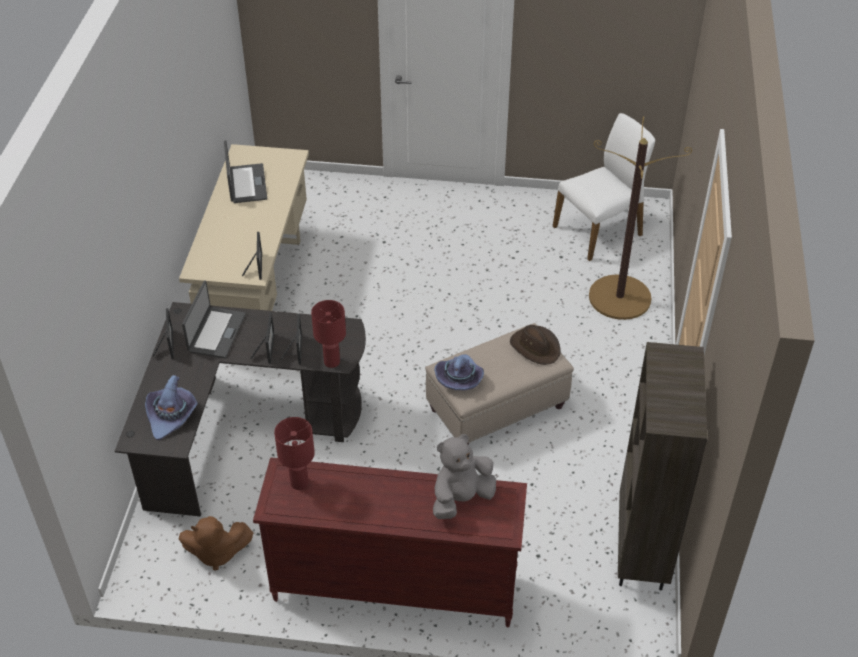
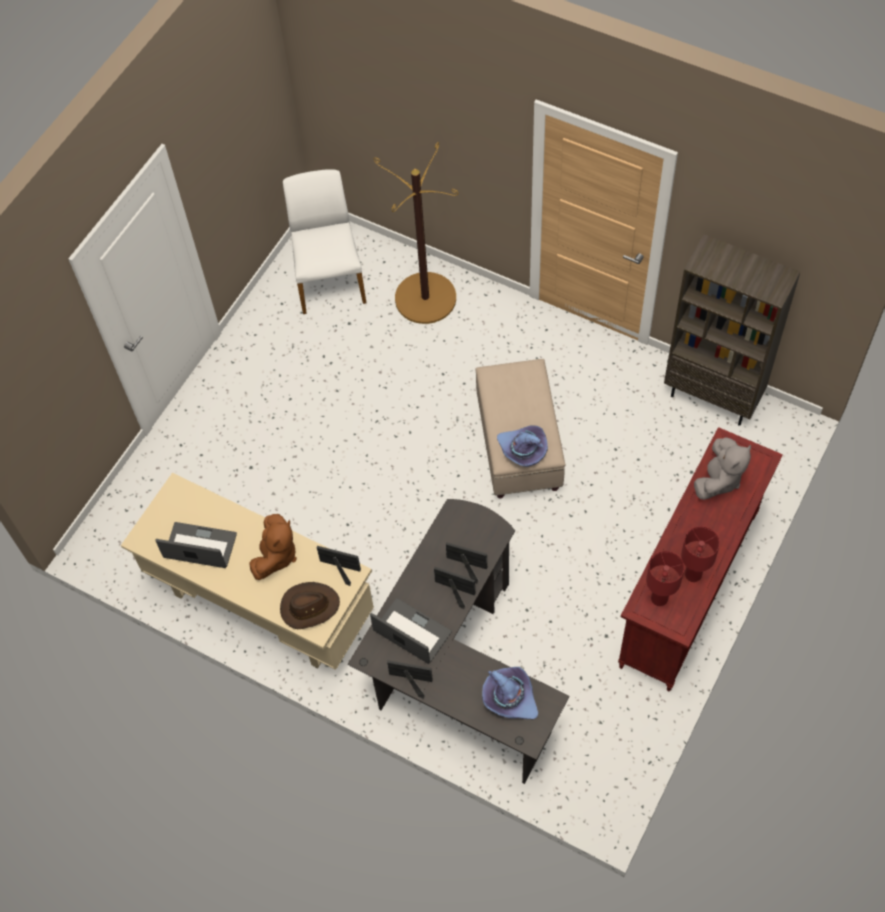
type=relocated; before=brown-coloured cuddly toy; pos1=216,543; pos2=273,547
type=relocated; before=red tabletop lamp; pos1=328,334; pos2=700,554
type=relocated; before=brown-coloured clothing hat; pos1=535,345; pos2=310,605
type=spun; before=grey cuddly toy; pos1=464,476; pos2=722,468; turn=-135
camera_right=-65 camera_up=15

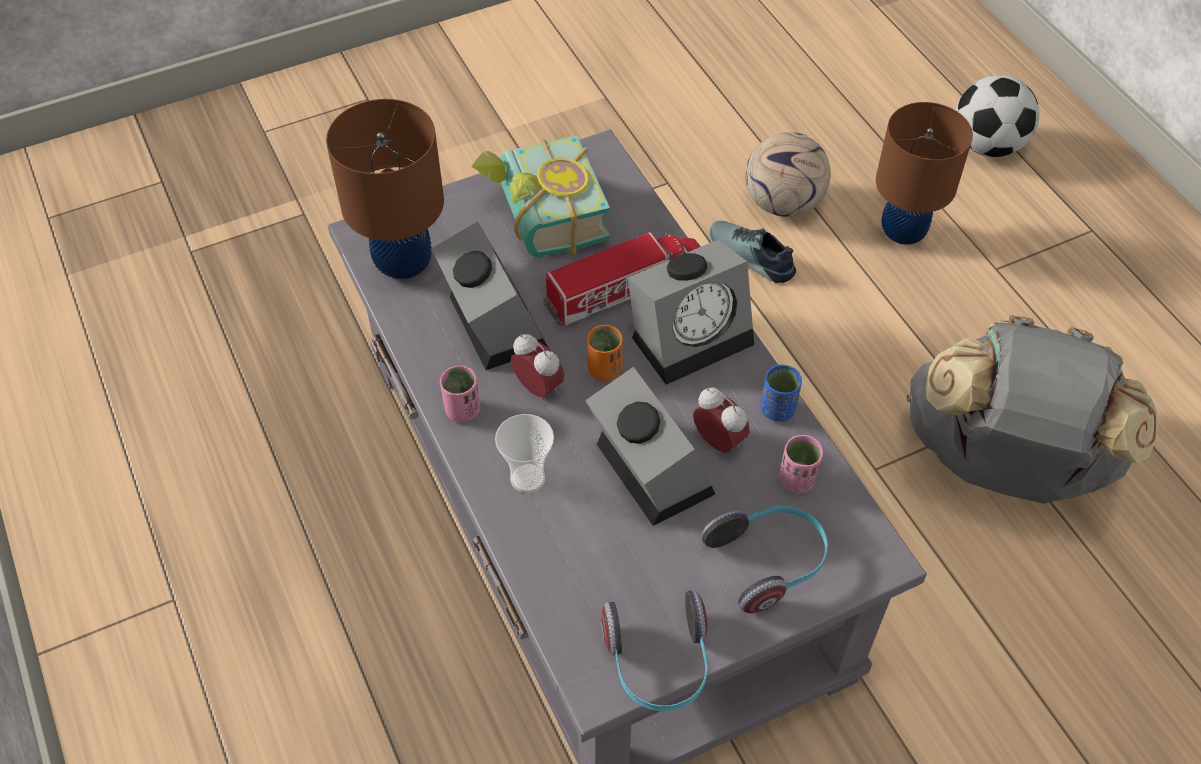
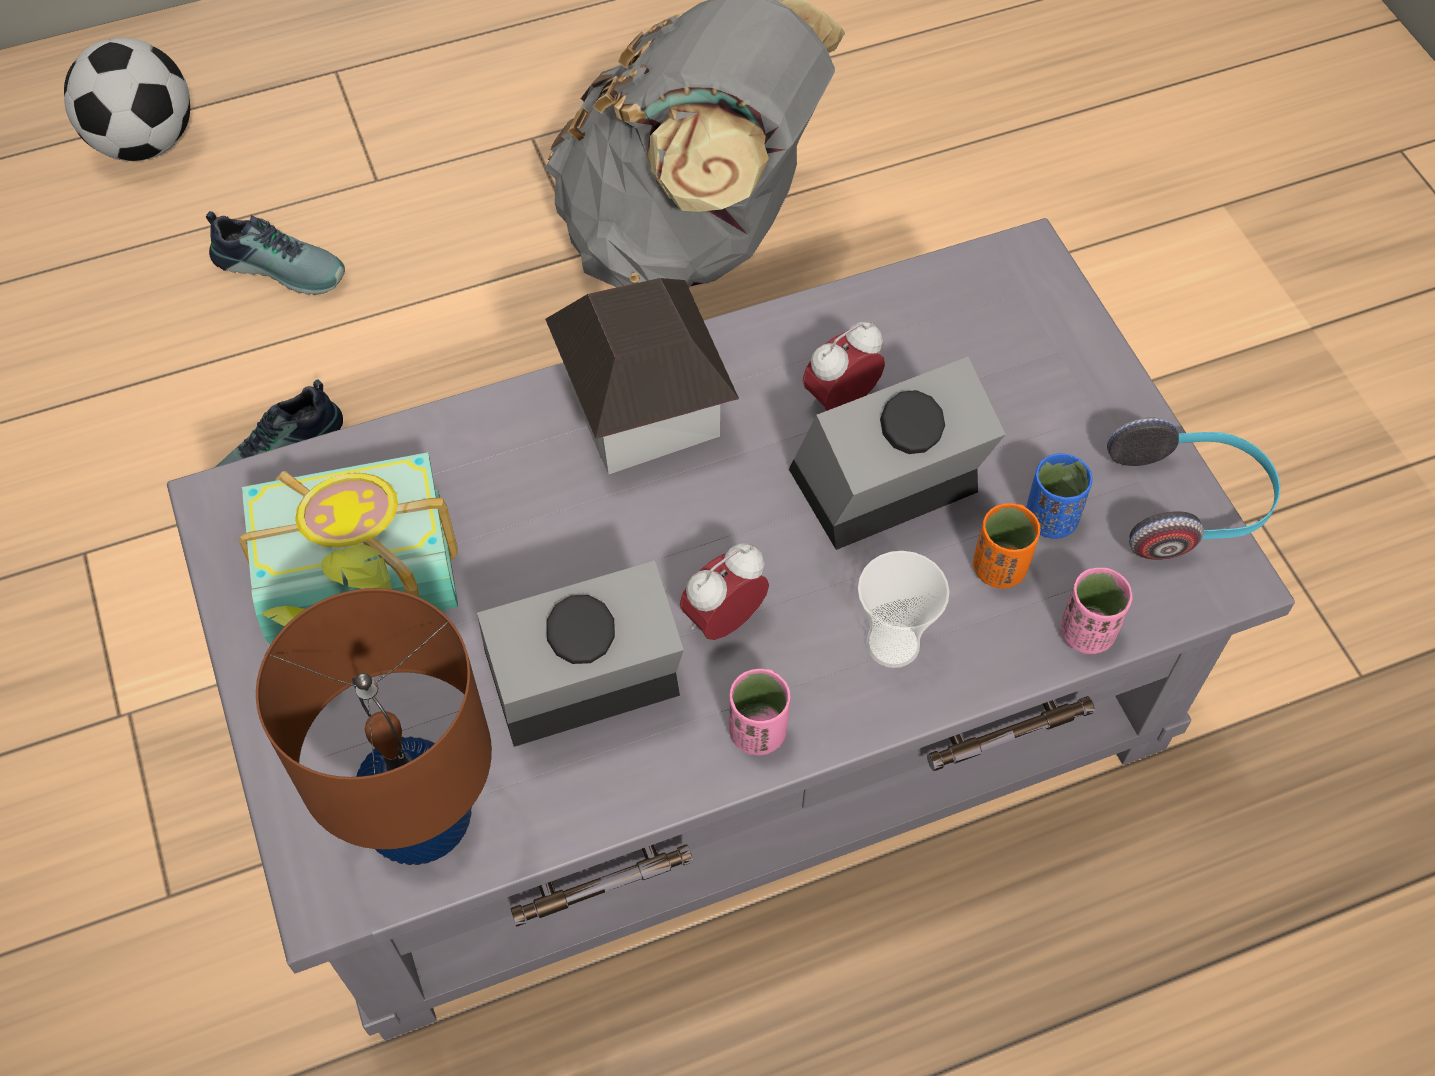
type=missing; before=model truck; pos1=622,278
type=missing; before=pair of headphones; pos1=764,559
type=missing; before=ball for football; pos1=788,174
type=relocated; before=orange small cup; pos1=605,353; pos2=1007,545
type=relocated; before=bluish small cup; pos1=781,393; pos2=1059,496
type=relocated; before=pink-coloured small cup; pos1=801,464; pos2=1096,611
type=exchanged; before=bedside clock; after=miniature house; pos1=690,312; pos2=642,376
type=exchanged; before=brown-coloured tabletop lamp; after=item of footwear; pos1=924,173; pos2=275,253
camera_right=-85 camera_up=5

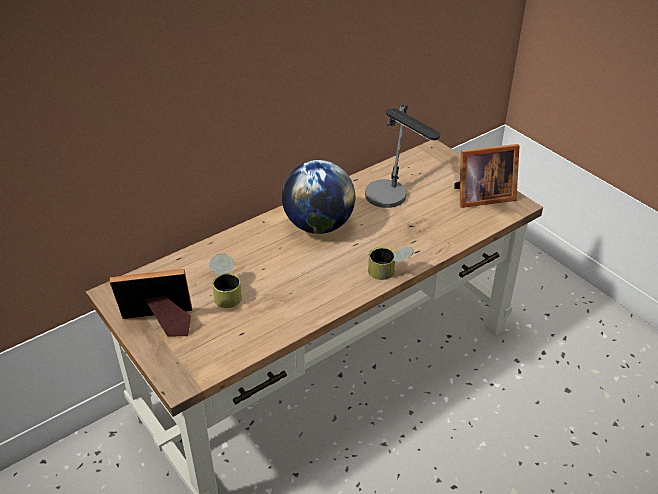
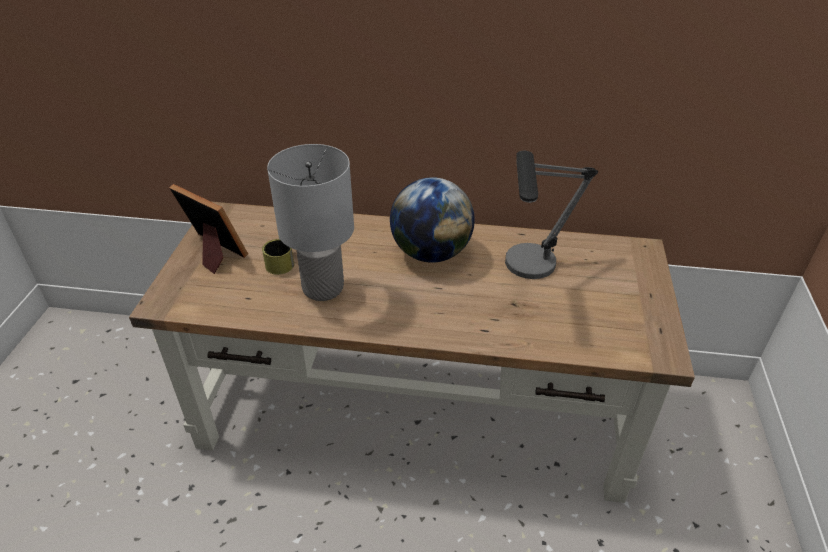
type=missing; before=metal can; pos1=391,263
type=missing; before=photo frame; pos1=487,176
type=appeared; after=grey tabletop lamp; pos2=310,222
camera_right=45 camera_up=0

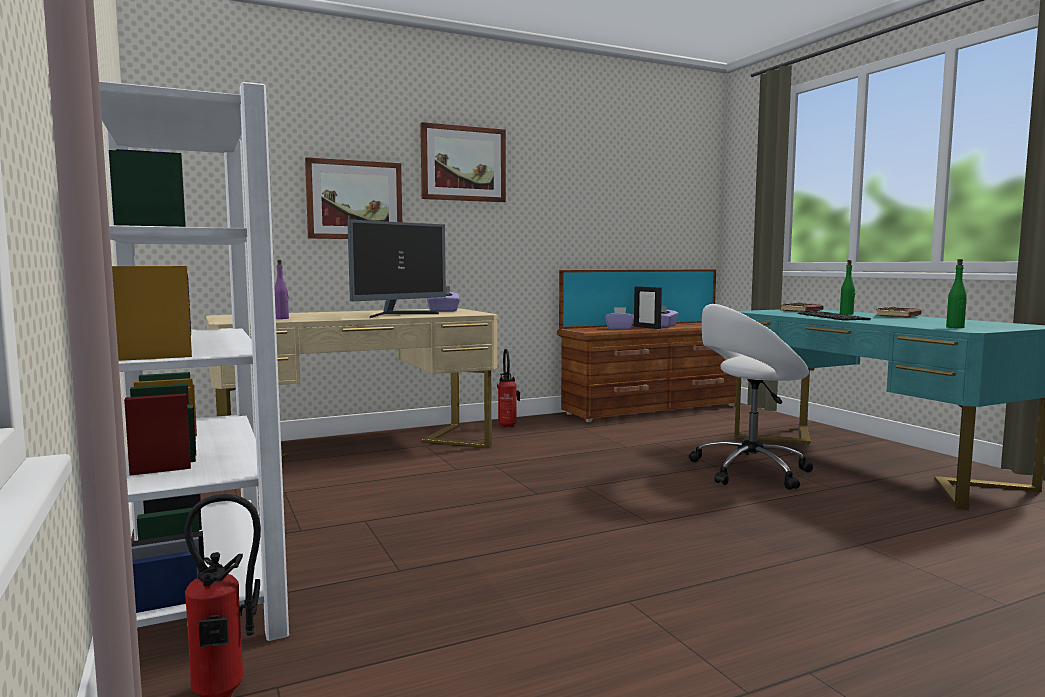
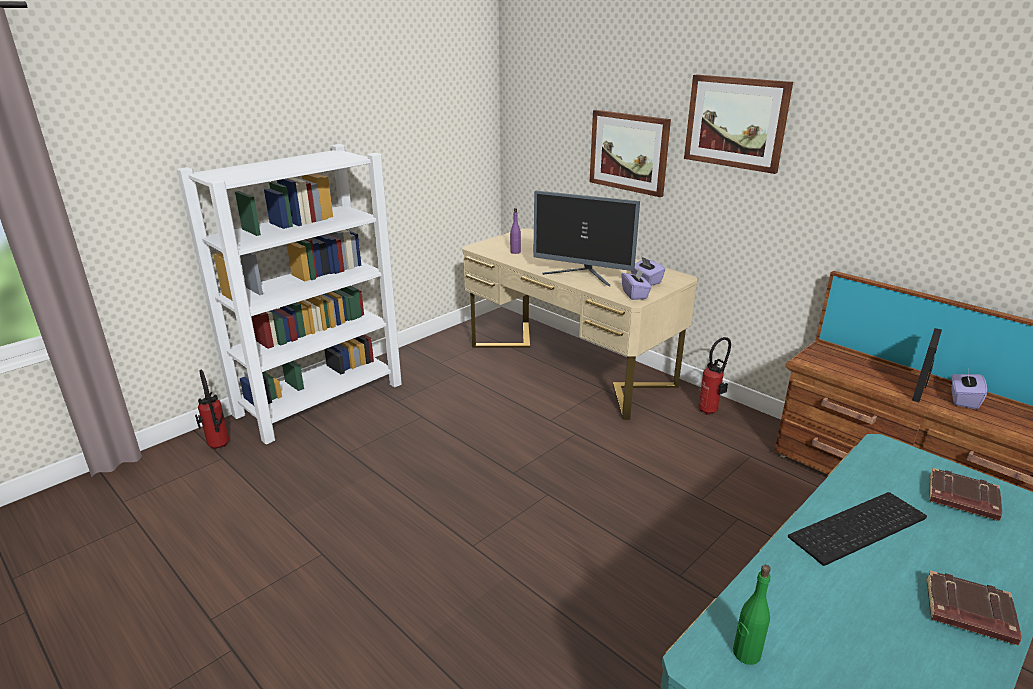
type=missing; before=white office chair; pos1=751,397
type=missing; before=green bottle; pos1=847,287
type=relocated; before=purplish tissue holder; pos1=619,318; pos2=636,284
camera_right=70 camera_up=20

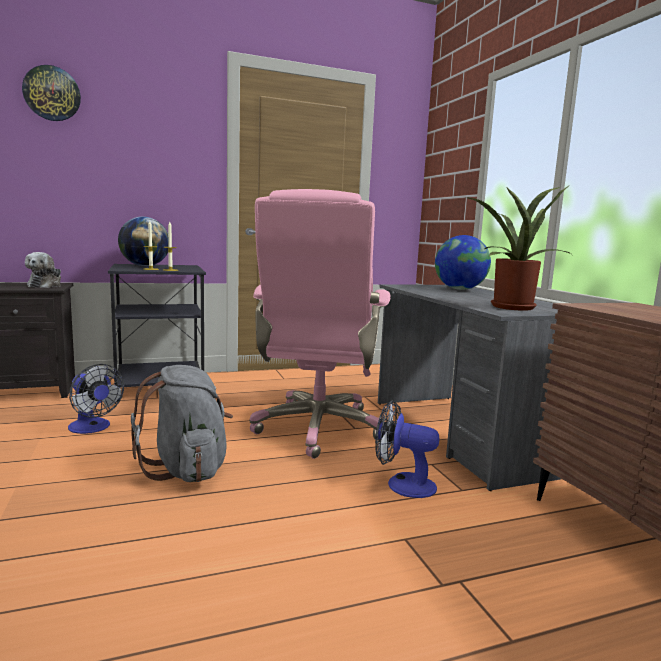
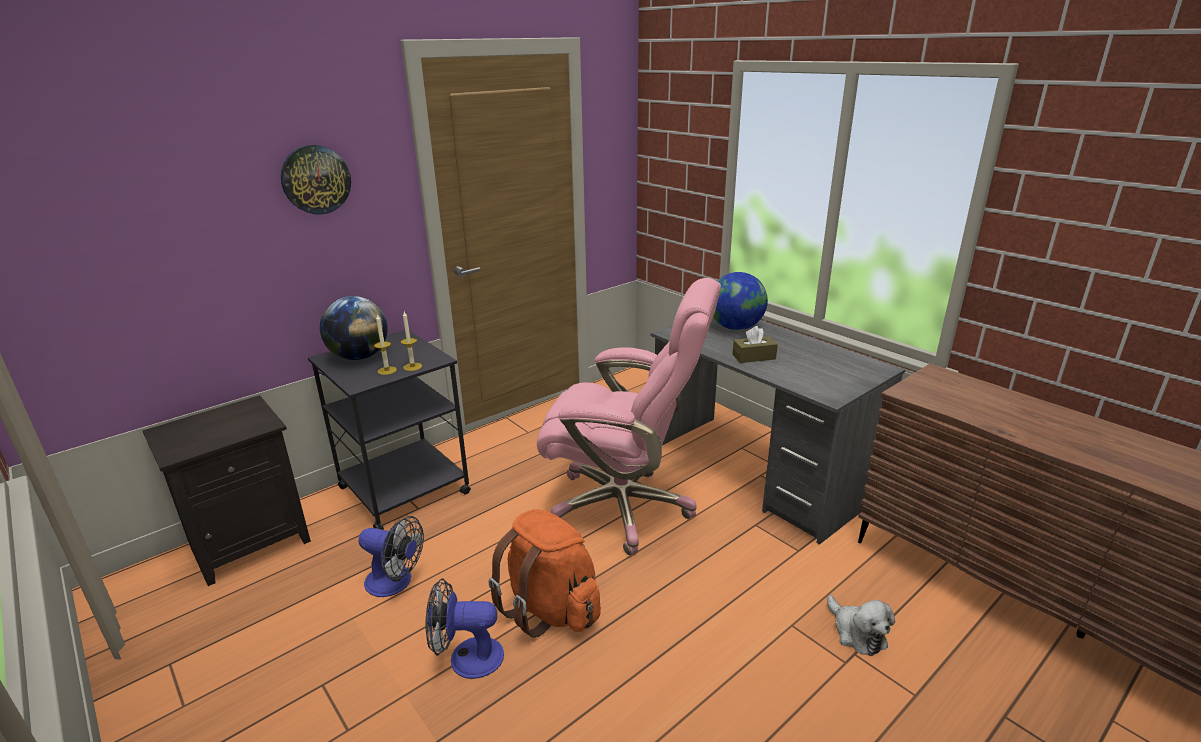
type=missing; before=houseplant; pos1=518,248
type=appeared; after=brown-coloured tissue holder; pos2=755,344
type=relocated; before=wall clock; pos1=51,93; pos2=316,180
type=relocated; before=cuddly toy; pos1=43,270; pos2=861,625
type=relocated; before=cooling fan; pos1=407,449; pos2=464,628
type=colour; before=grey rucksack; after=orange rucksack; pos1=182,423; pos2=544,573
type=spun; before=pink-coloured office chair; pos1=320,324; pos2=629,417; turn=-60
camera_right=-20 camera_up=15

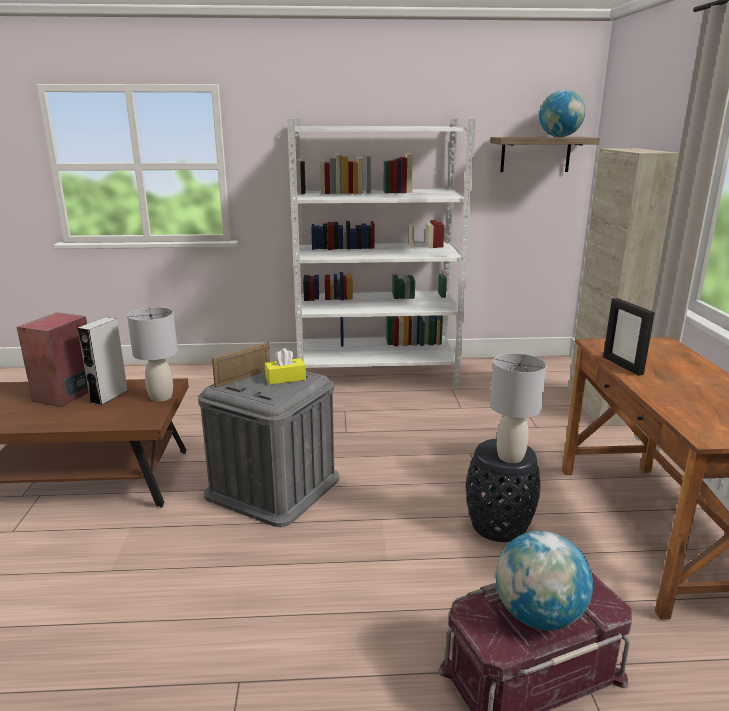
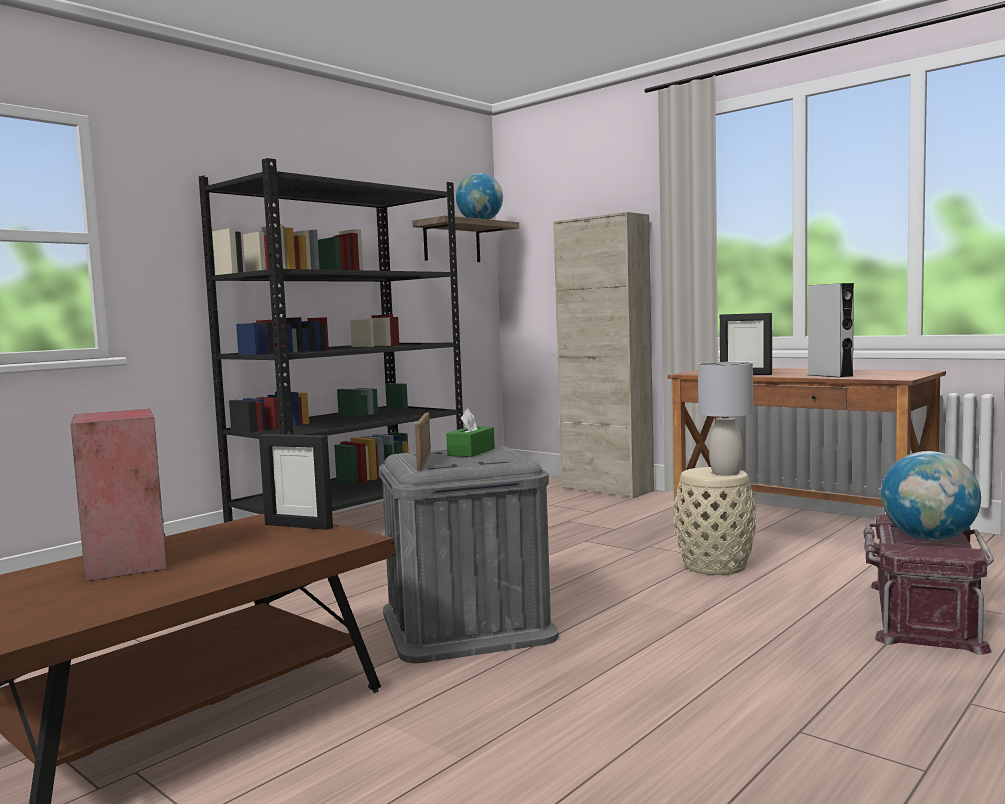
type=relocated; before=grey audio speaker; pos1=102,361; pos2=831,330
type=exchanged; before=grey tabletop lamp; after=photo frame; pos1=152,354; pos2=296,482
type=colour; before=yellow-coloured tissue holder; after=green tissue holder; pos1=285,366; pos2=470,433
type=colour; before=white shelving unit; after=black-coloured shelving unit; pos1=381,253; pos2=331,340
type=colour; before=black-coloured stool; after=sand-coloured stool; pos1=503,490; pos2=714,521
camera_right=-45 camera_up=-15

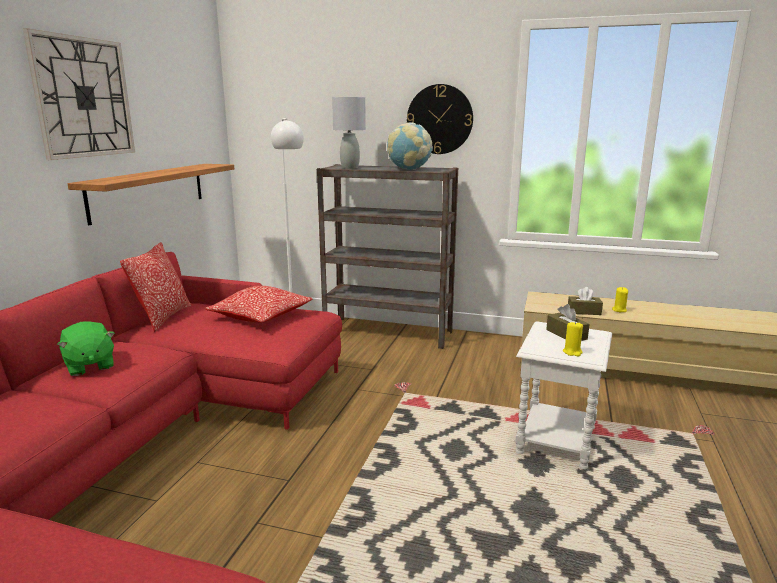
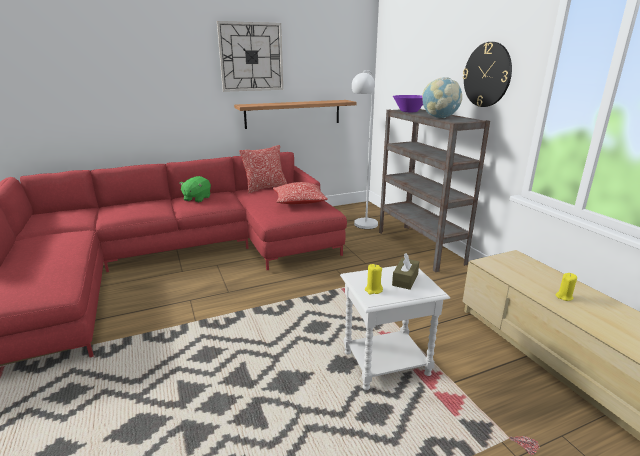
type=missing; before=brown-coloured tissue holder; pos1=585,301
type=exchanged; before=grey tabletop lamp; after=purplish bowl; pos1=349,133; pos2=408,103
camera_right=50 camera_up=5

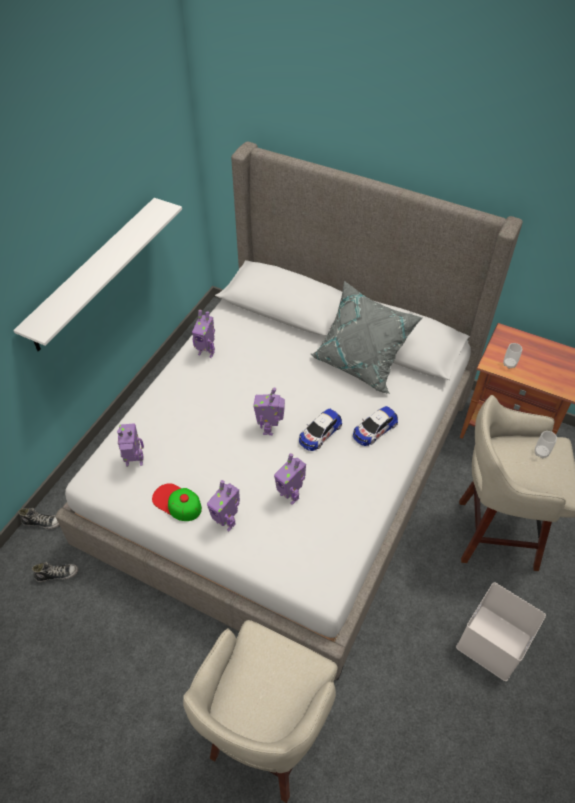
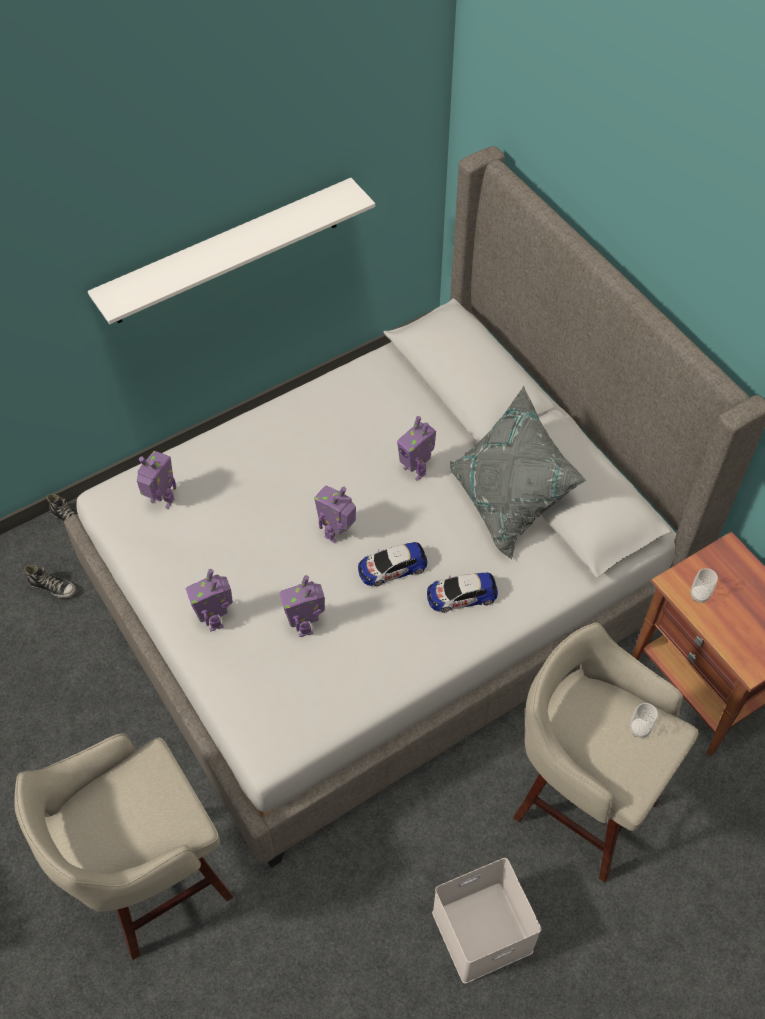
type=missing; before=baseball cap; pos1=177,502
type=relocated; before=toy robot; pos1=203,334; pos2=416,448
camera_right=30 camera_up=5

